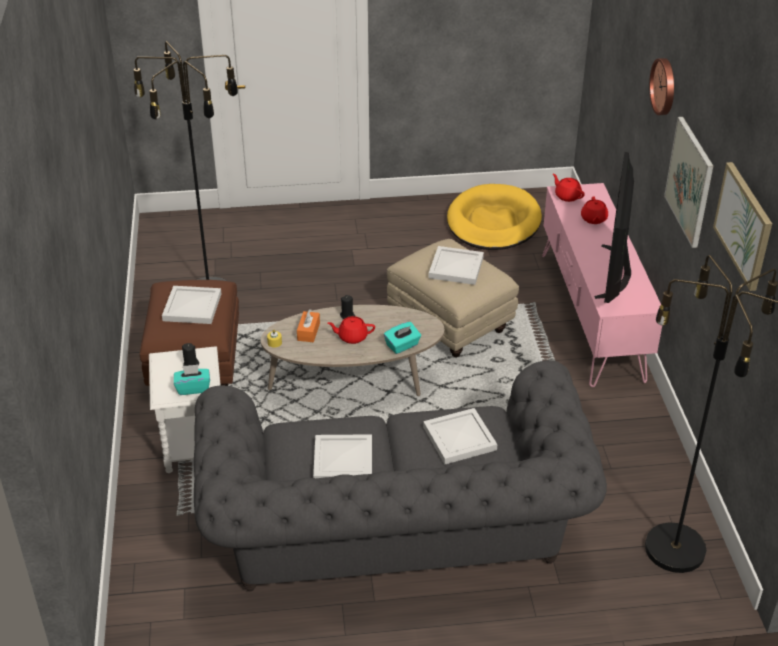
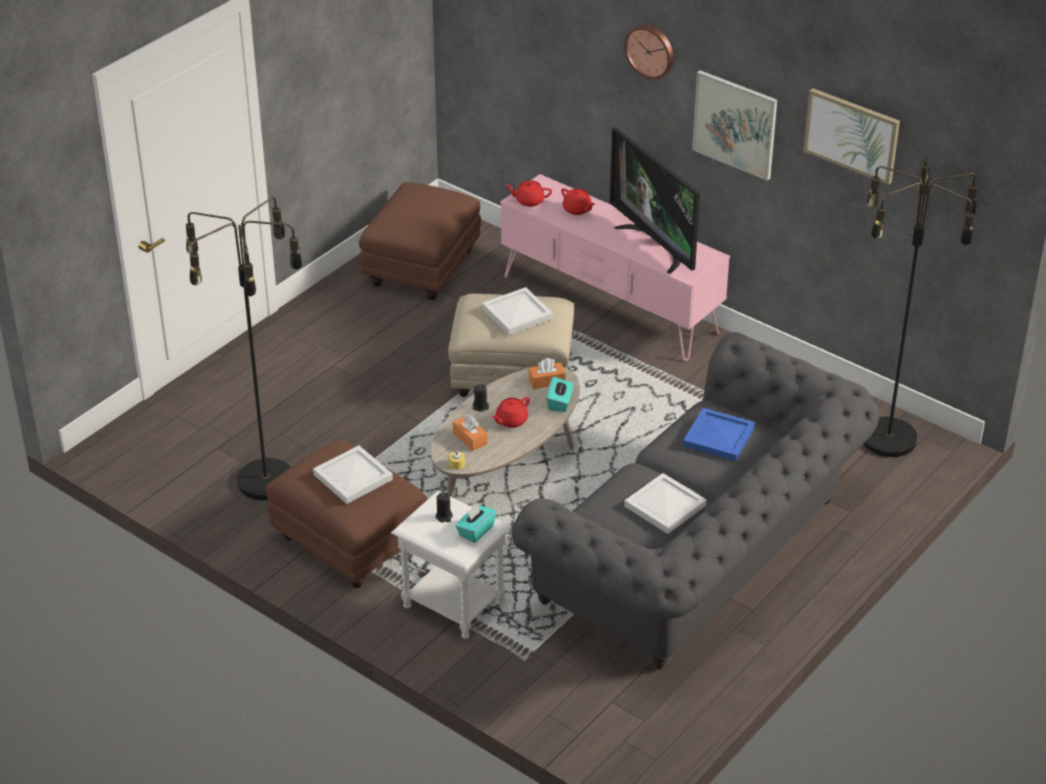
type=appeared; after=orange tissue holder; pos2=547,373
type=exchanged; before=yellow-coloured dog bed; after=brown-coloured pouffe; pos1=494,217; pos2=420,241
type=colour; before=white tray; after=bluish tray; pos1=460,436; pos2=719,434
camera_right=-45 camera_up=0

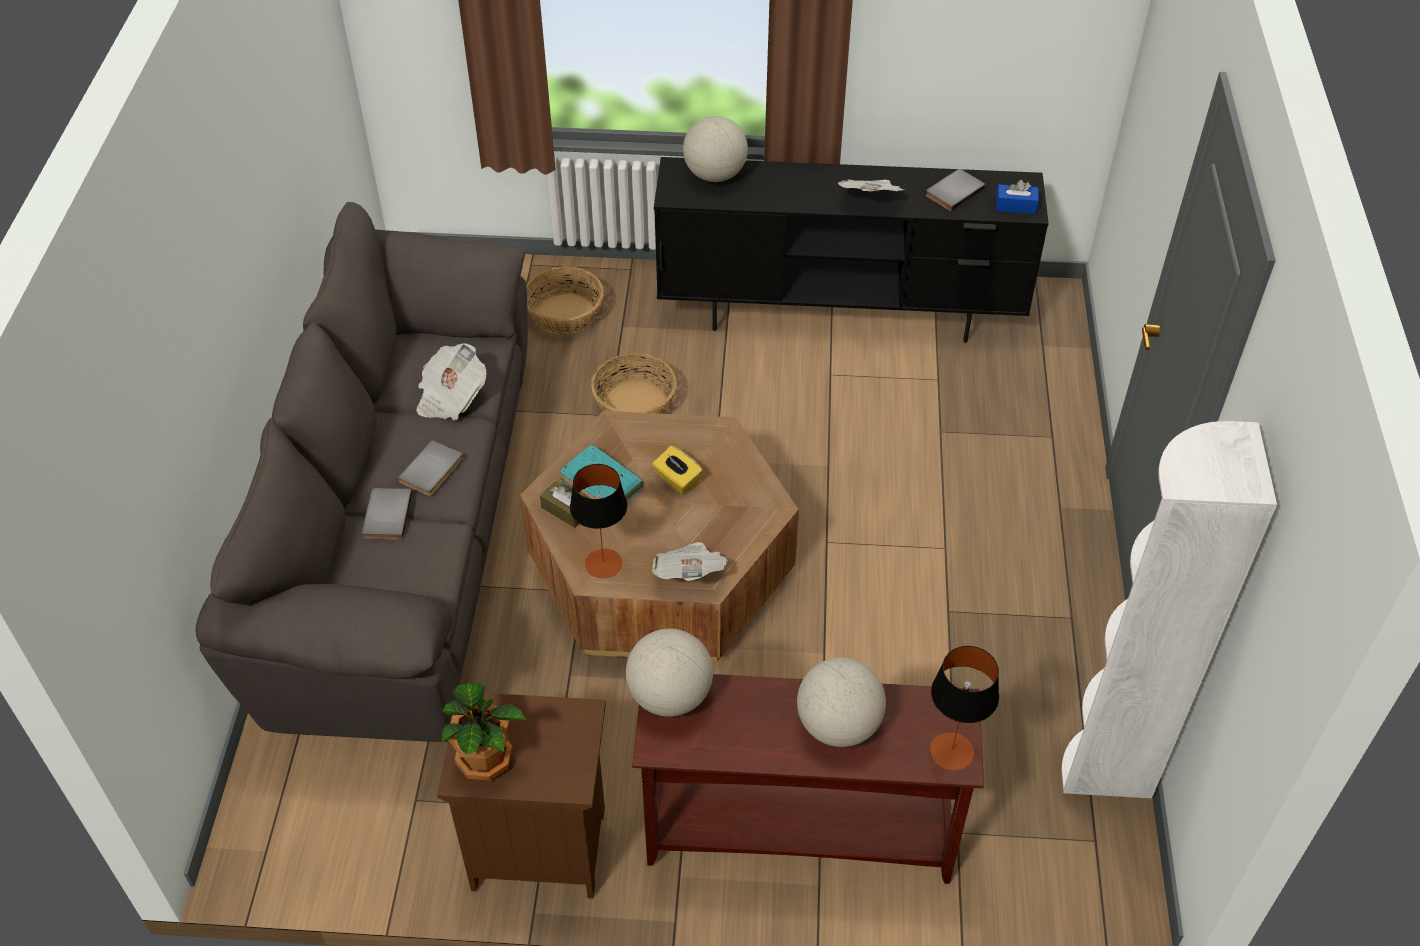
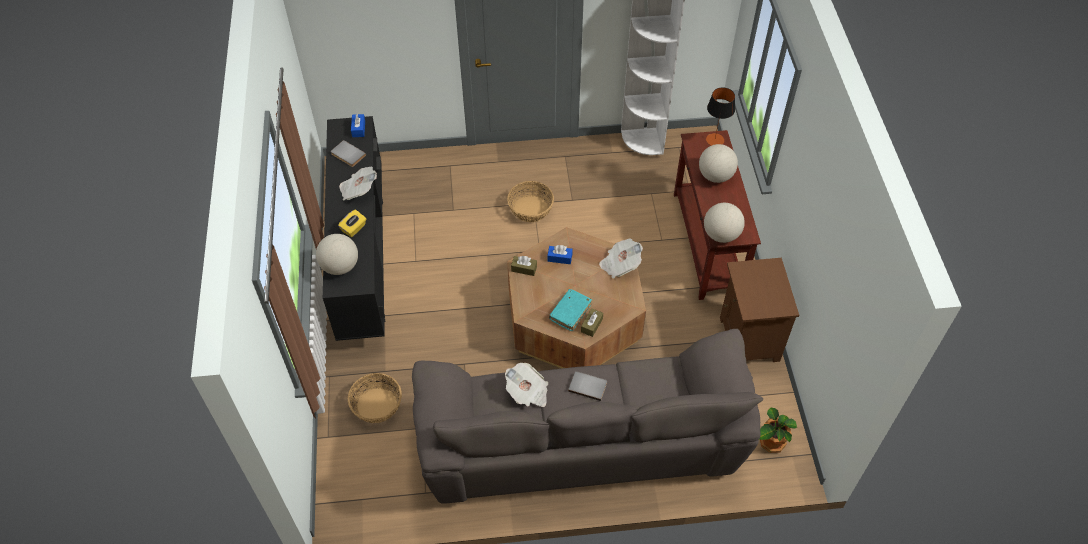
type=missing; before=grey volume; pos1=387,514
type=missing; before=tabletop lamp; pos1=598,521
type=appeared; after=brown-coloured tissue holder; pos2=524,266
type=appeared; after=bluish tissue holder; pos2=560,254
type=relocated; before=houseplant; pos1=483,732; pos2=778,430
type=relocated; before=household basket; pos1=634,383; pos2=530,201
type=relocated; before=yellow-coloured tissue holder; pos1=677,470; pos2=352,223
camera_right=-100 camera_up=5

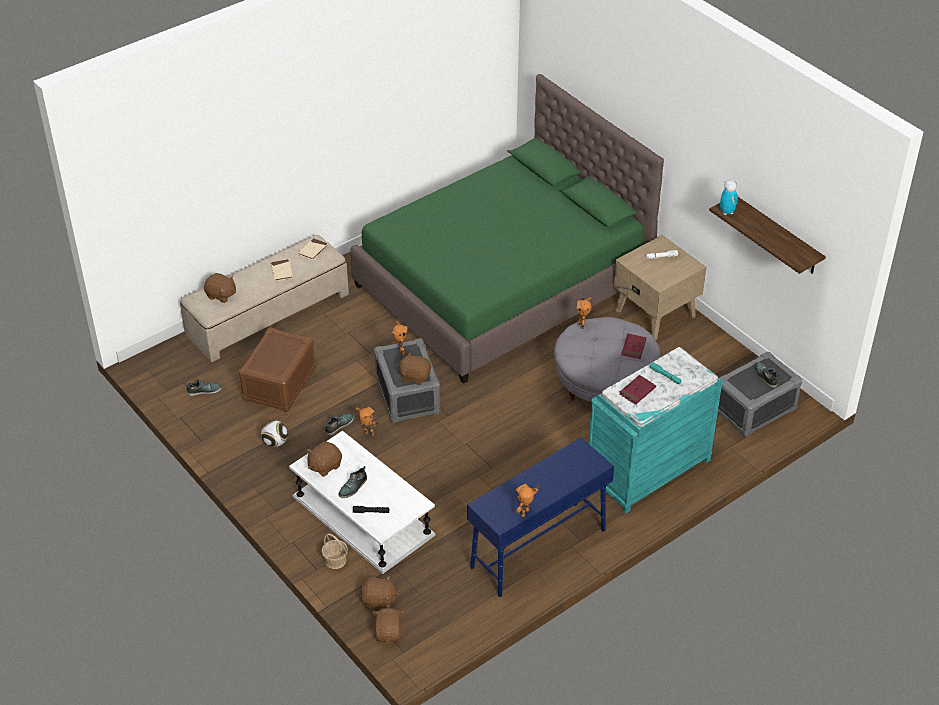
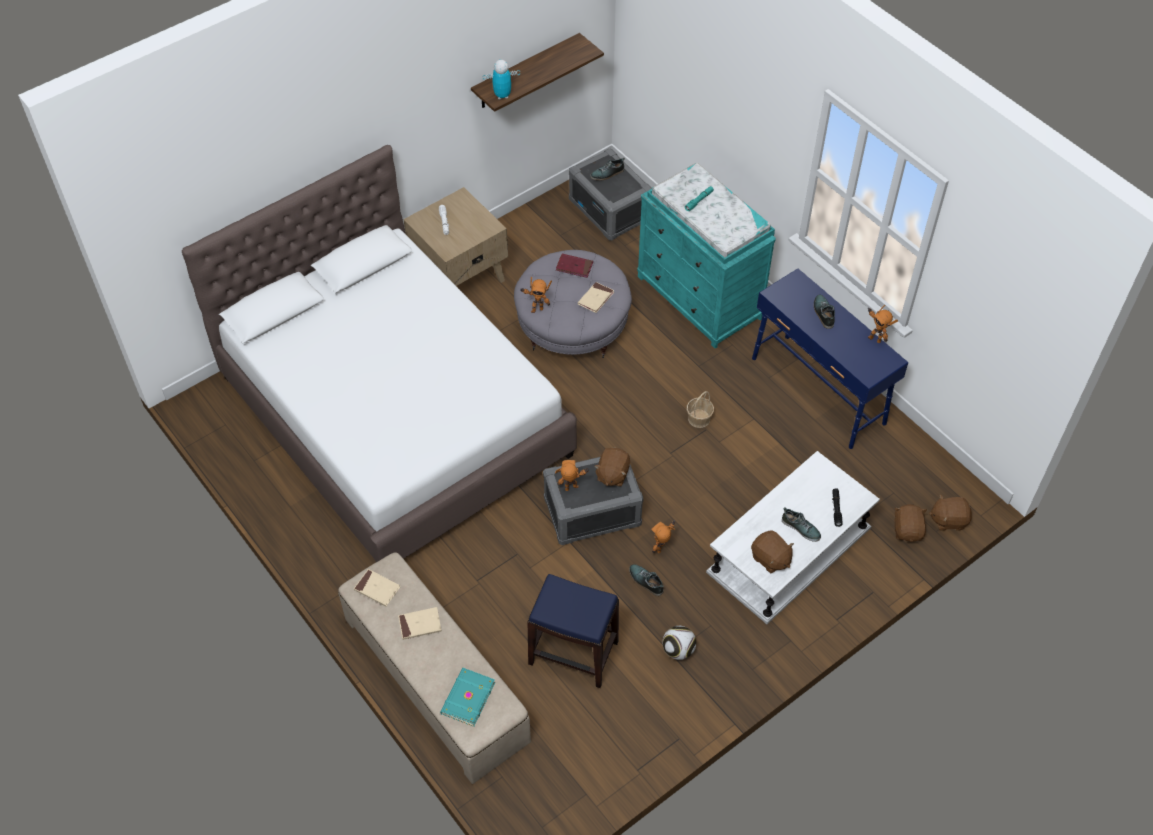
type=missing; before=red volume; pos1=637,390
type=appeared; after=sand-coloured volume; pos2=596,297
type=relocated; before=item of footwear; pos1=204,387; pos2=824,312
type=relocated; before=household basket; pos1=335,551; pos2=700,409
type=exchanged; before=brown-coloured cuddly toy; after=turquoise volume; pos1=220,288; pos2=467,697
type=exchanged; before=brown-coloured storage bin; after=stool; pos1=277,369; pos2=573,631
type=colour; before=green sleeping bed; after=white sleeping bed; pos1=507,229; pos2=379,353
camera_right=-90 camera_up=10

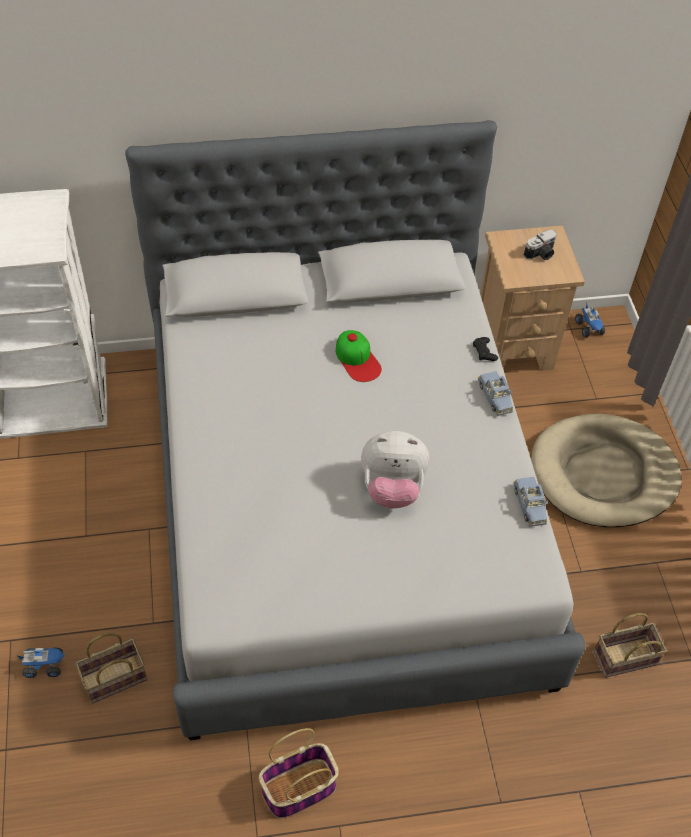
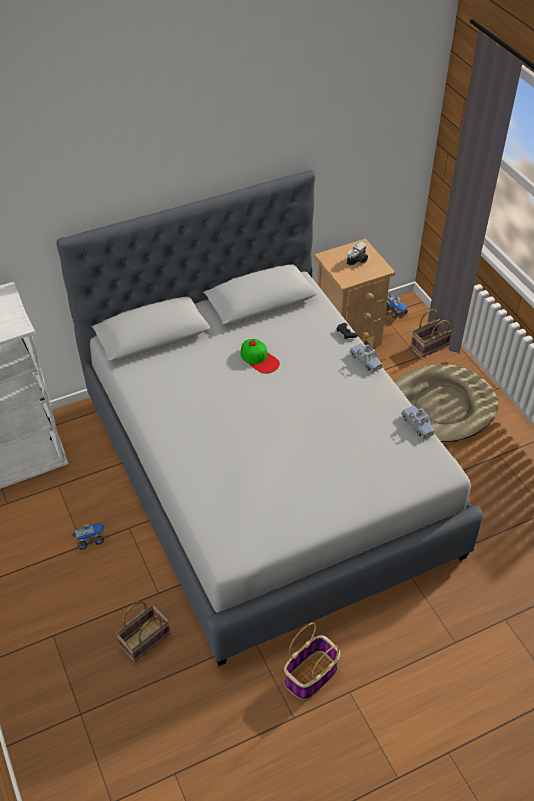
type=missing; before=cuddly toy; pos1=395,469
type=relocated; before=model truck; pos1=41,663; pos2=88,536
type=relocated; before=household basket; pos1=630,645; pos2=431,333
camera_right=-15 camera_up=-5

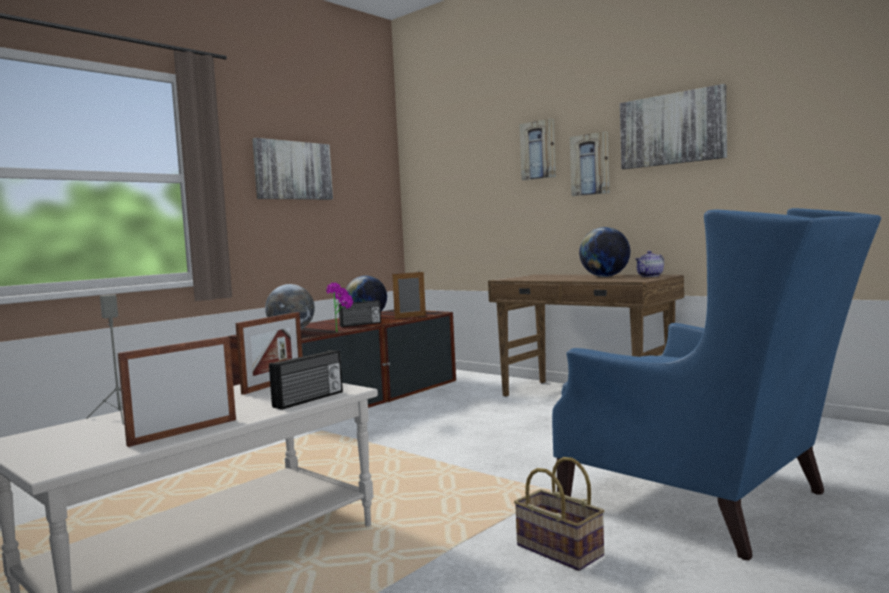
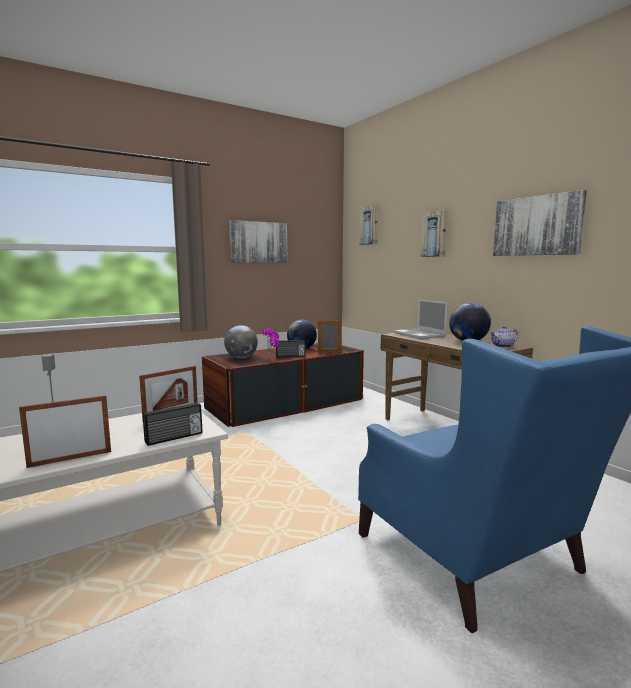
type=missing; before=household basket; pos1=559,514
type=appeared; after=laptop; pos2=420,319
type=relocated; before=picture; pos1=590,163; pos2=369,225
camera_right=15 camera_up=5

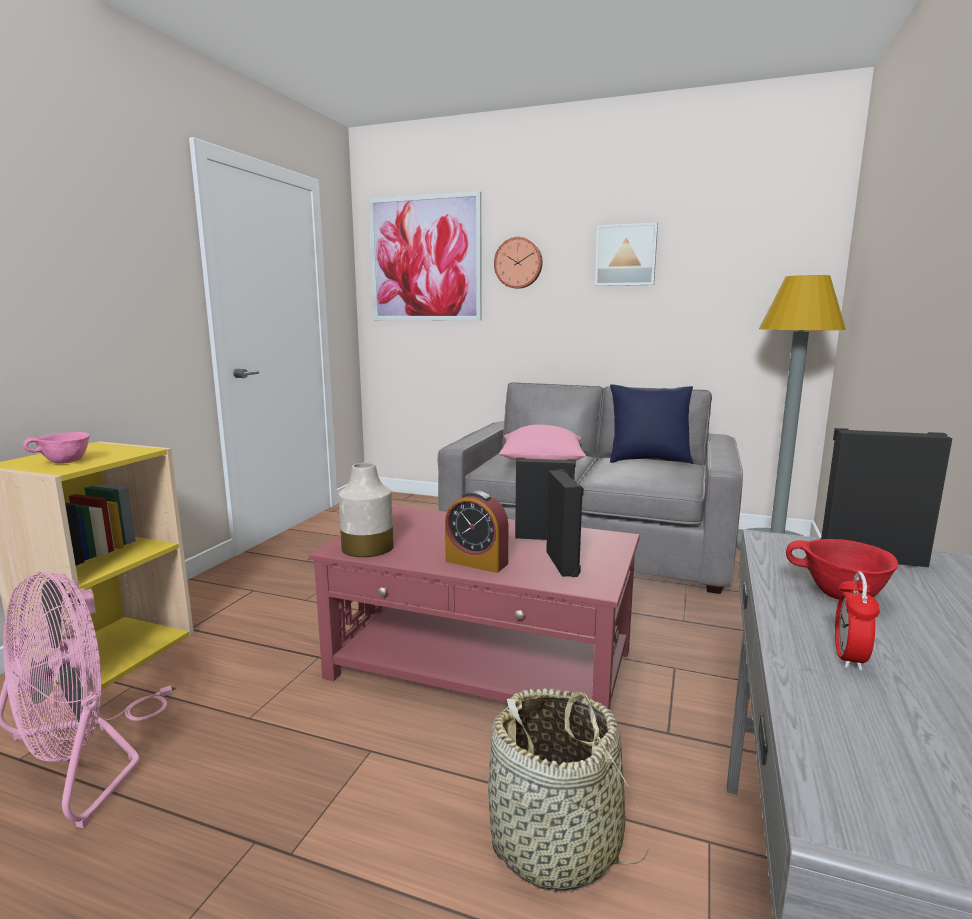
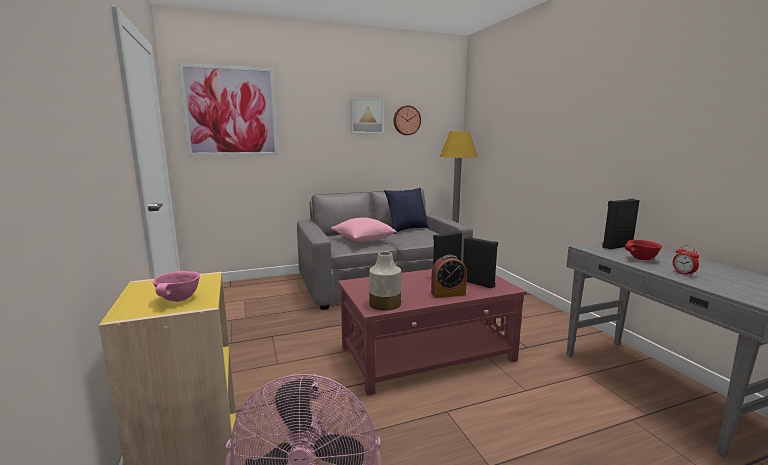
type=missing; before=household basket; pos1=568,789
type=relocated; before=wall clock; pos1=518,263; pos2=407,120
camera_right=-40 camera_up=0

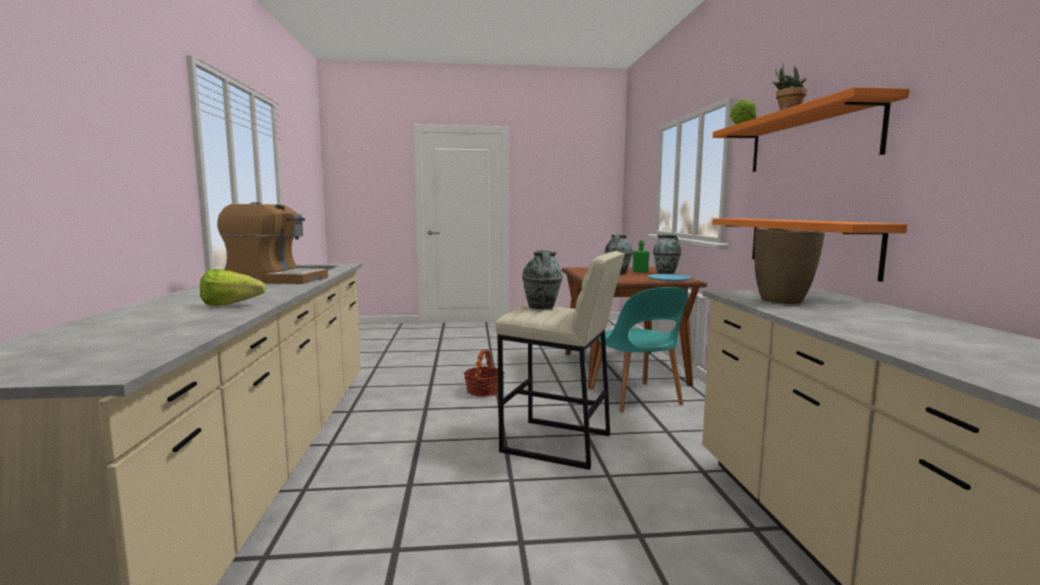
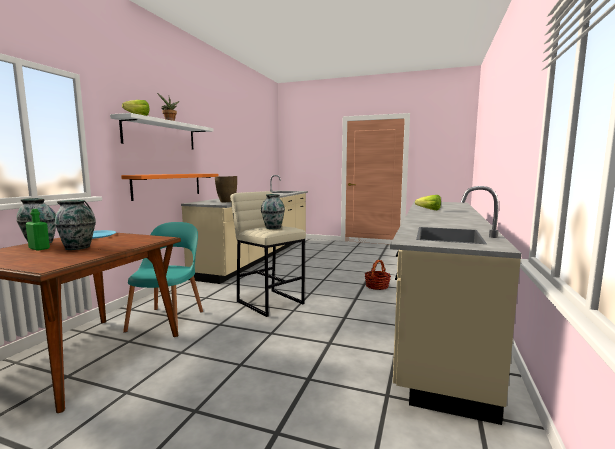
type=missing; before=coffee maker; pos1=272,243
type=relocated; before=household basket; pos1=483,373; pos2=378,275
type=colour; before=orange bracket shelf; after=white bracket shelf; pos1=811,129; pos2=162,131
camera_right=-155 camera_up=0

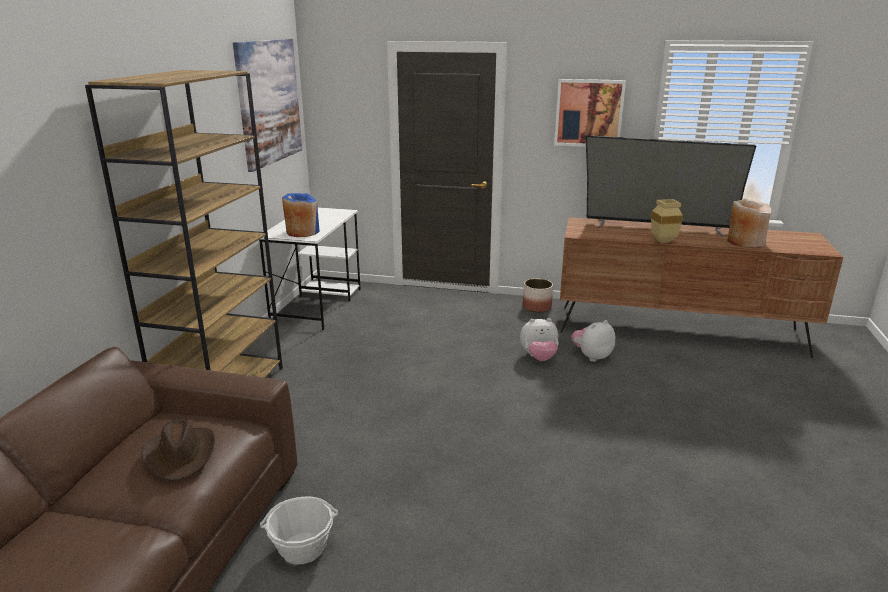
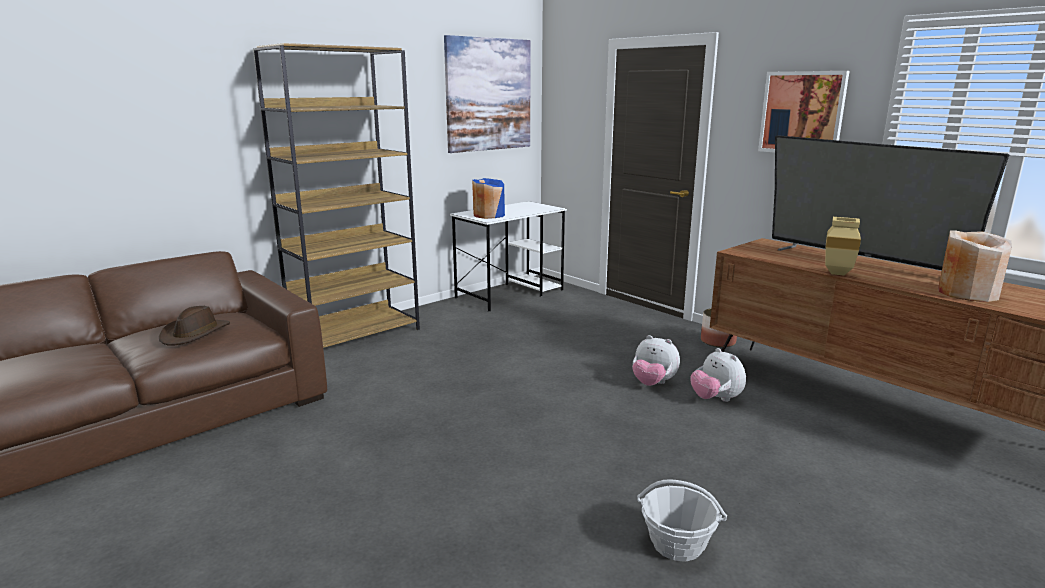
type=relocated; before=household basket; pos1=299,530; pos2=682,520
type=spun; before=cuddly toy; pos1=593,341; pos2=718,375; turn=-120
camera_right=35 camera_up=-5

